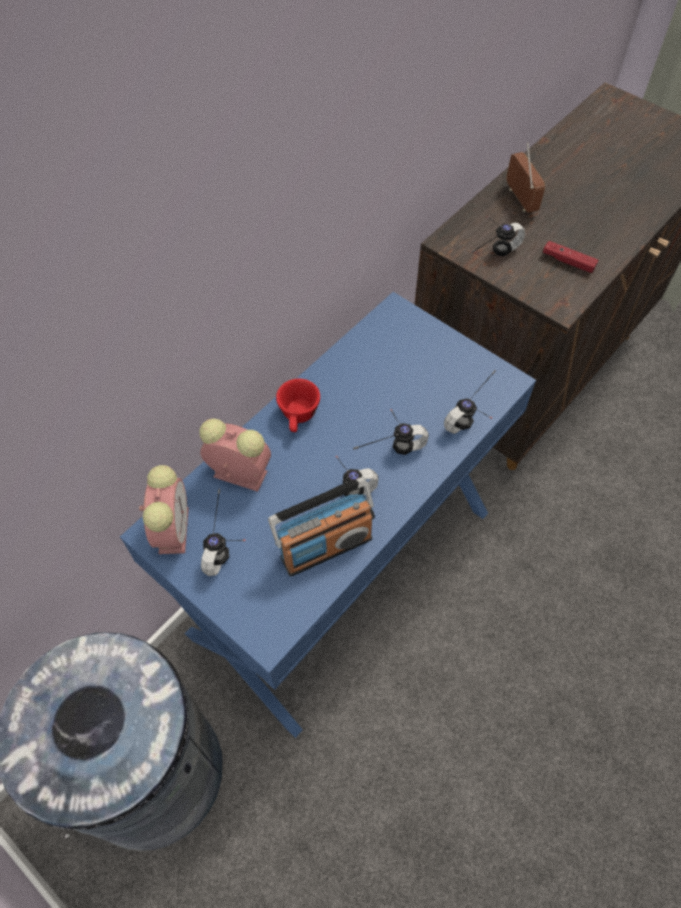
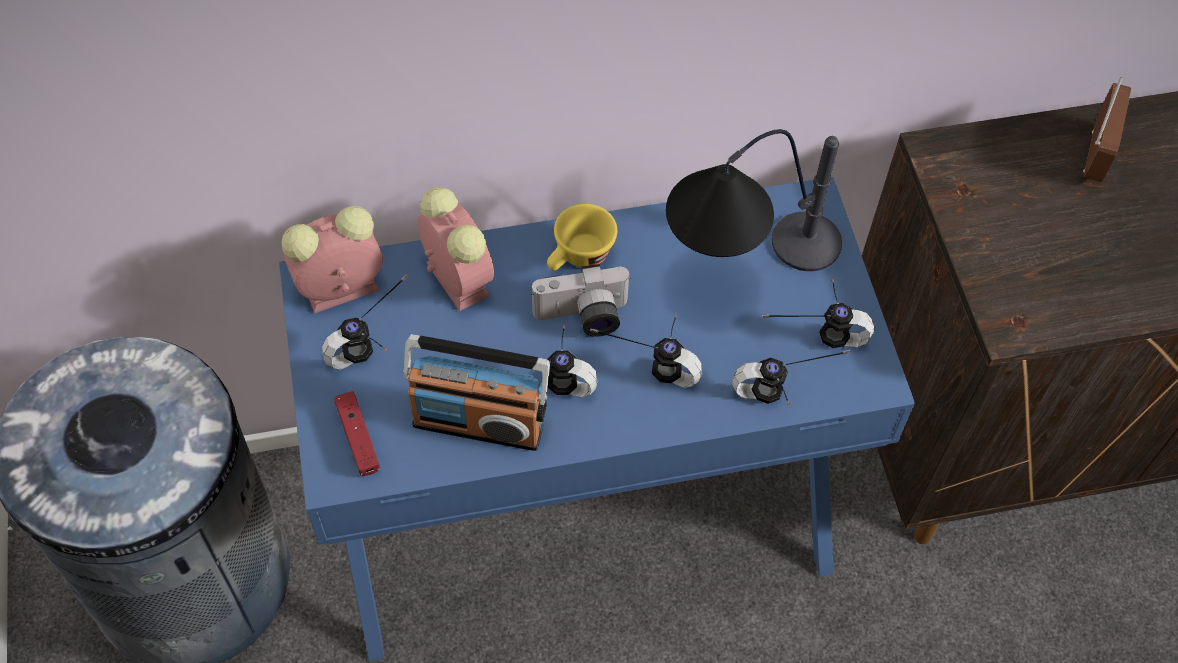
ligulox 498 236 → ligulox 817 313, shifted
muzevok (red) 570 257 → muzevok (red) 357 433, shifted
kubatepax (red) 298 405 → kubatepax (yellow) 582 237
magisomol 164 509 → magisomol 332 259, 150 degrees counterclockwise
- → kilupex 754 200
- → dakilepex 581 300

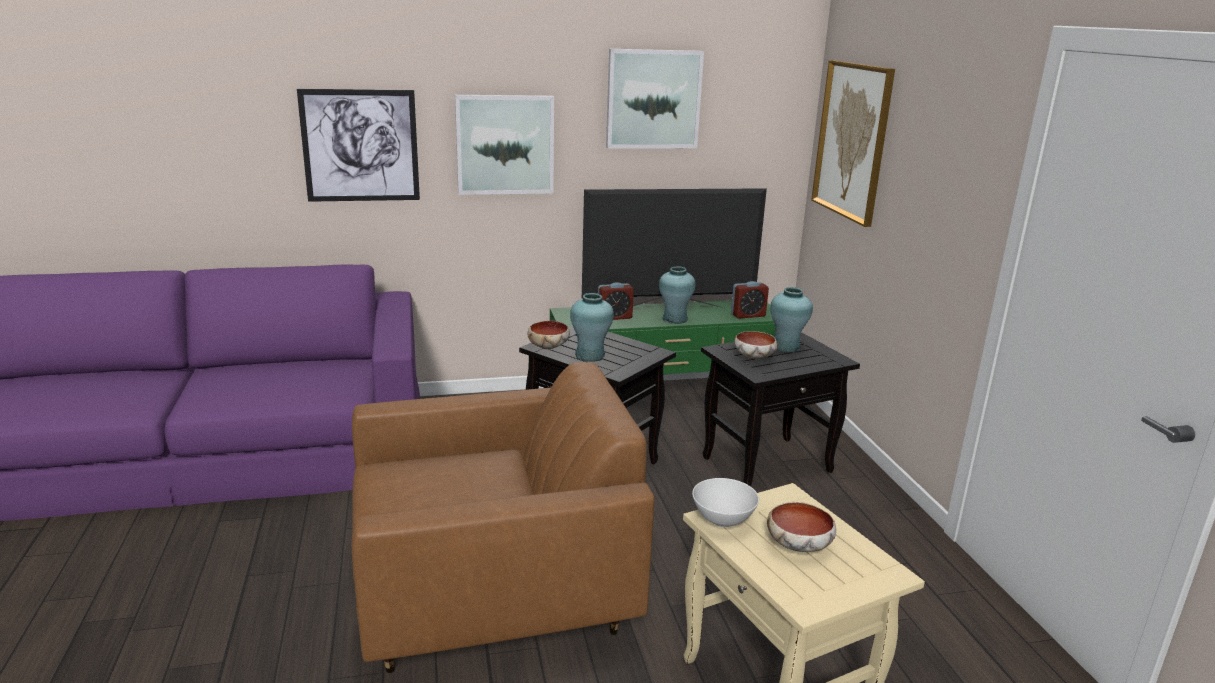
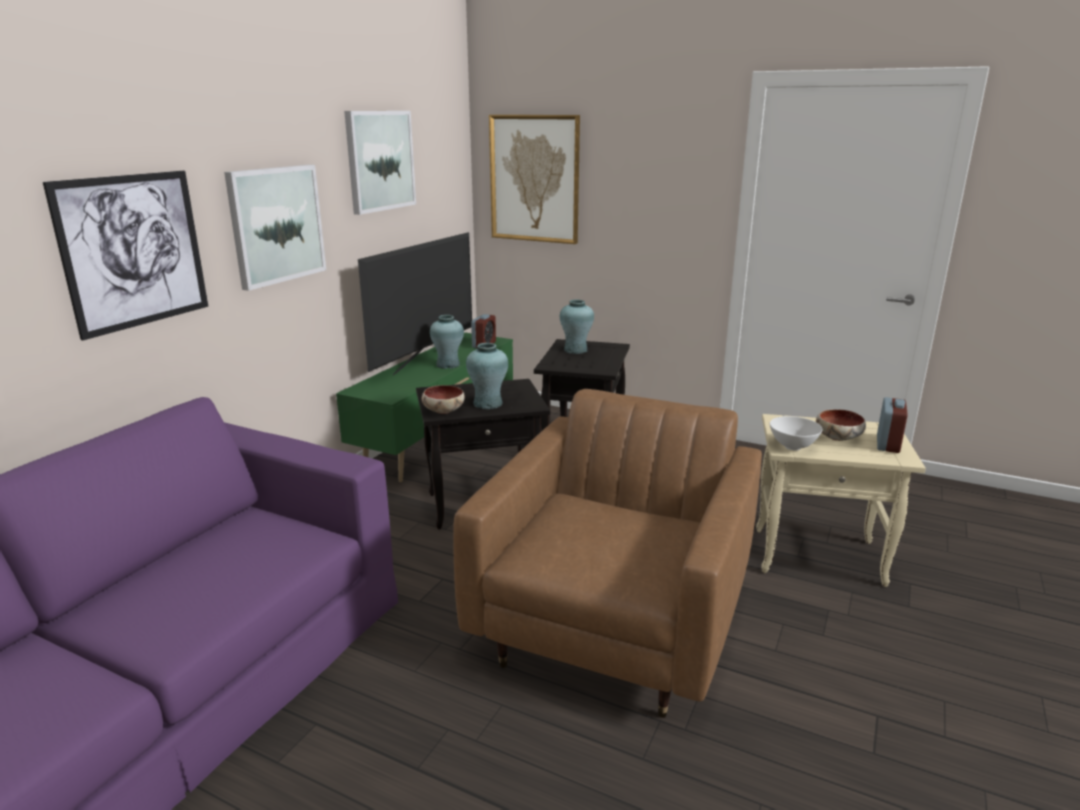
magisomol 616 301 → magisomol 892 425, shifted
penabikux 756 345 → -

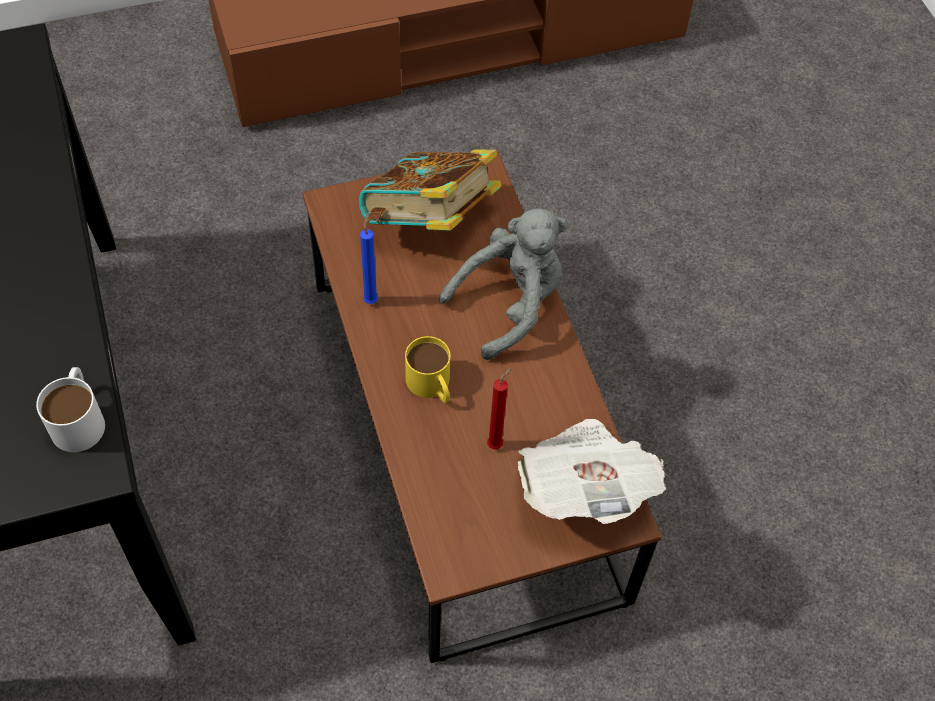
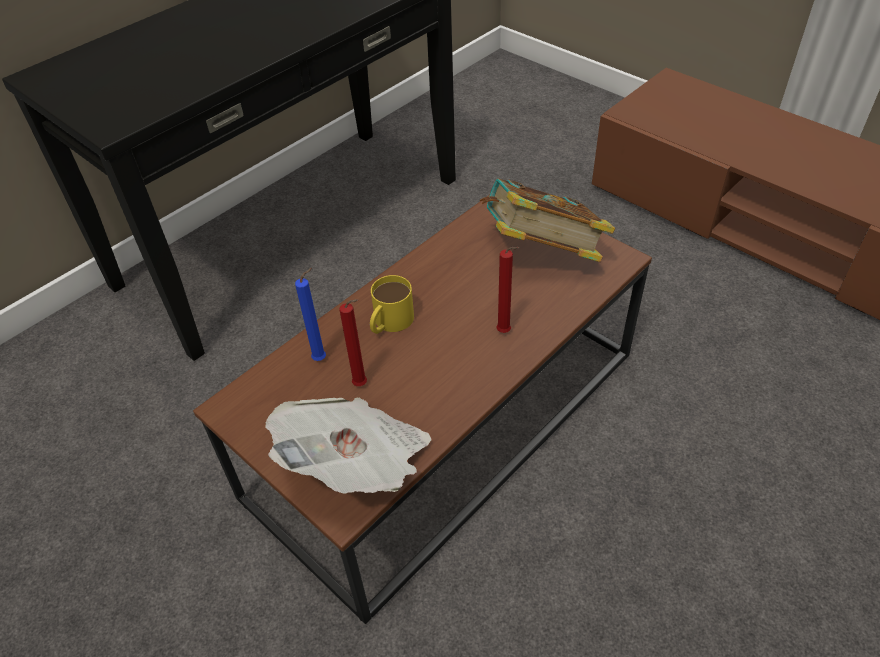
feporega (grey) 503 284 → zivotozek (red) 507 290
zivotozek (blue) 369 259 → zivotozek (blue) 310 314, shifted
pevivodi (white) 70 409 → -

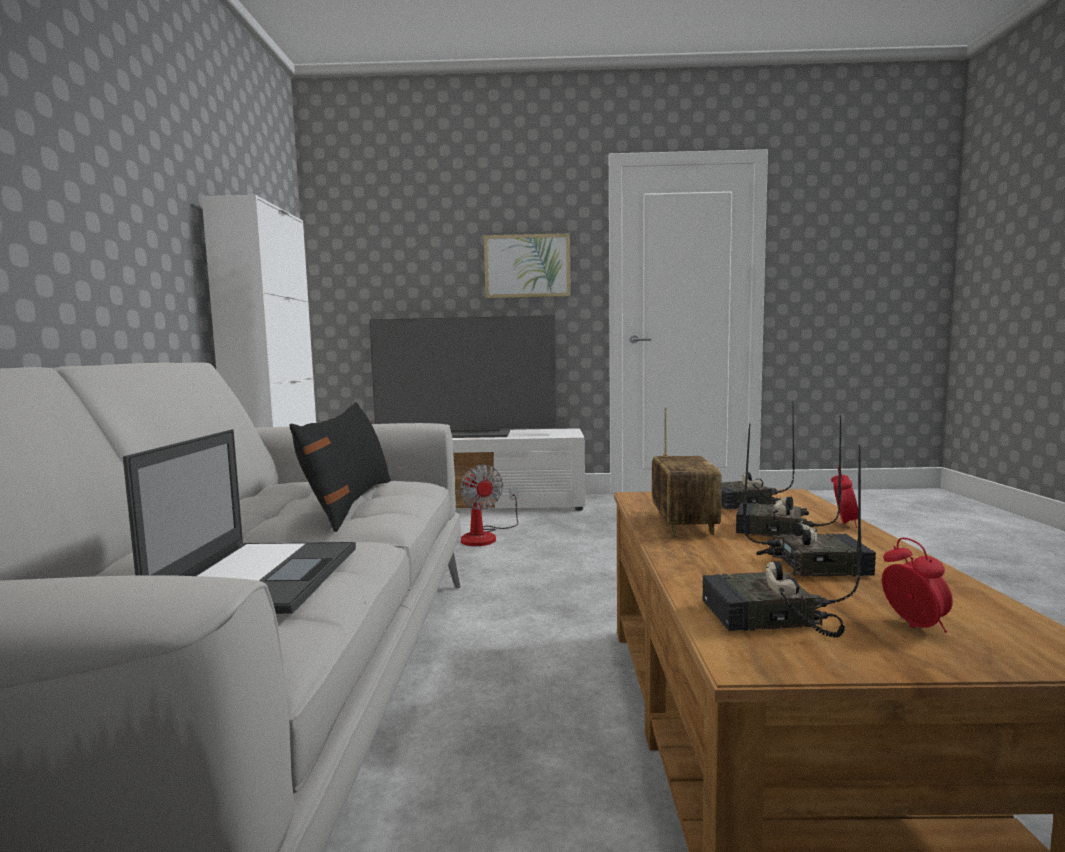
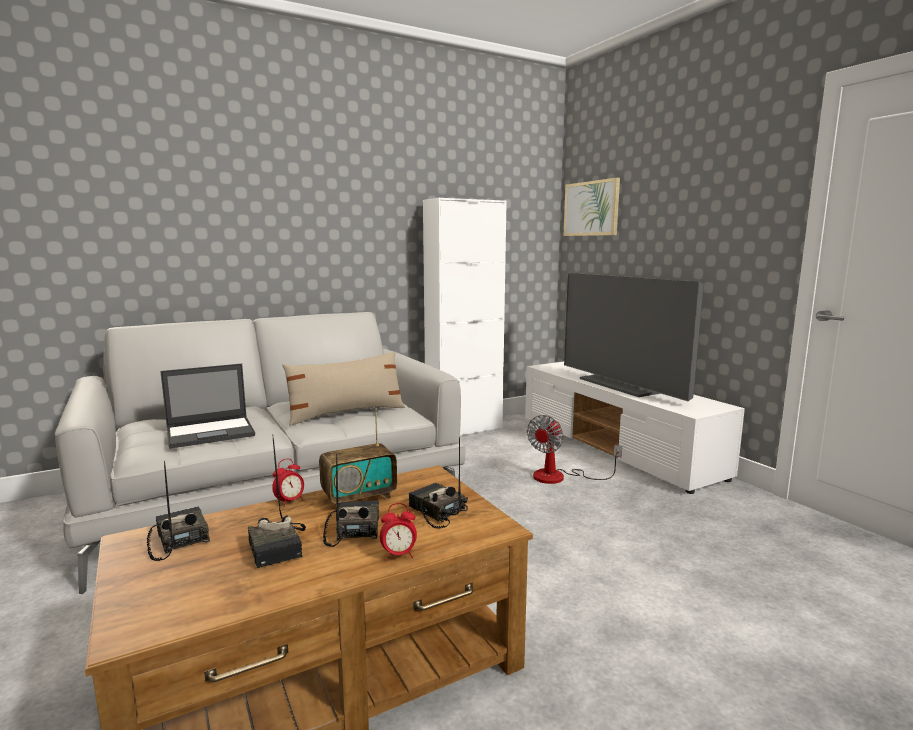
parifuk 527 265 → parifuk 591 207, shifted
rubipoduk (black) 340 467 → rubipoduk (beige) 343 389
magisomol 917 585 → magisomol 288 482, shifted

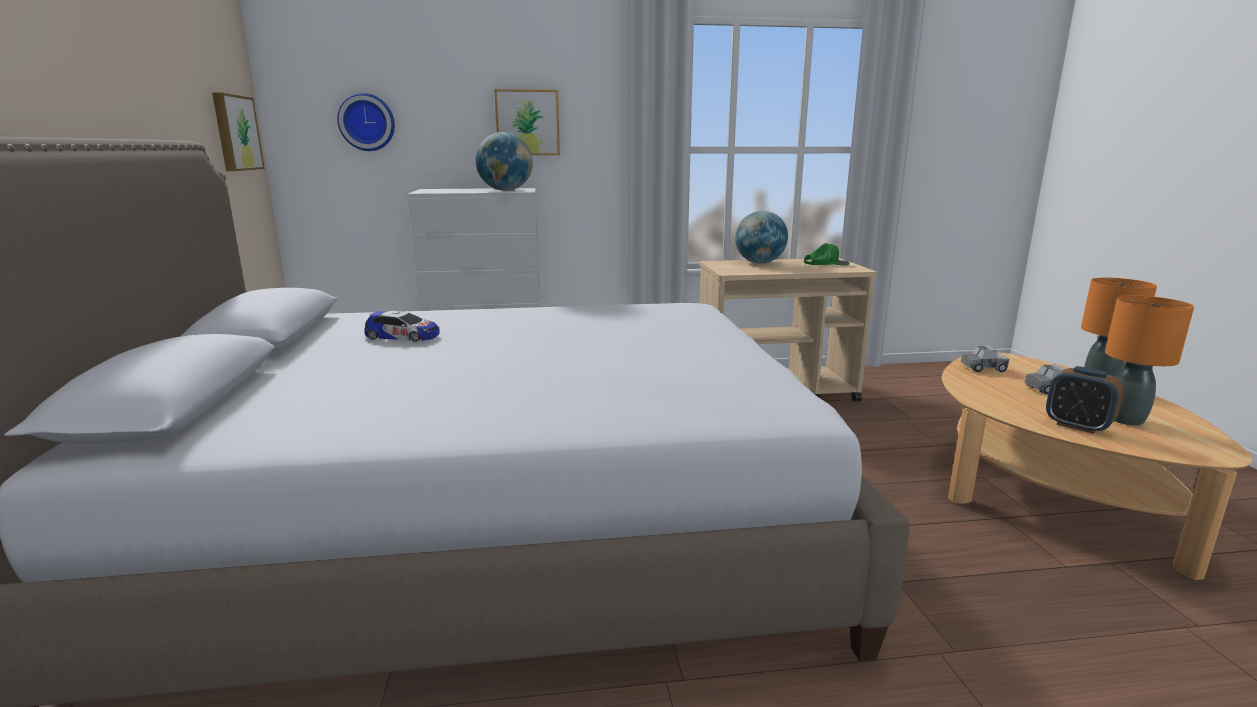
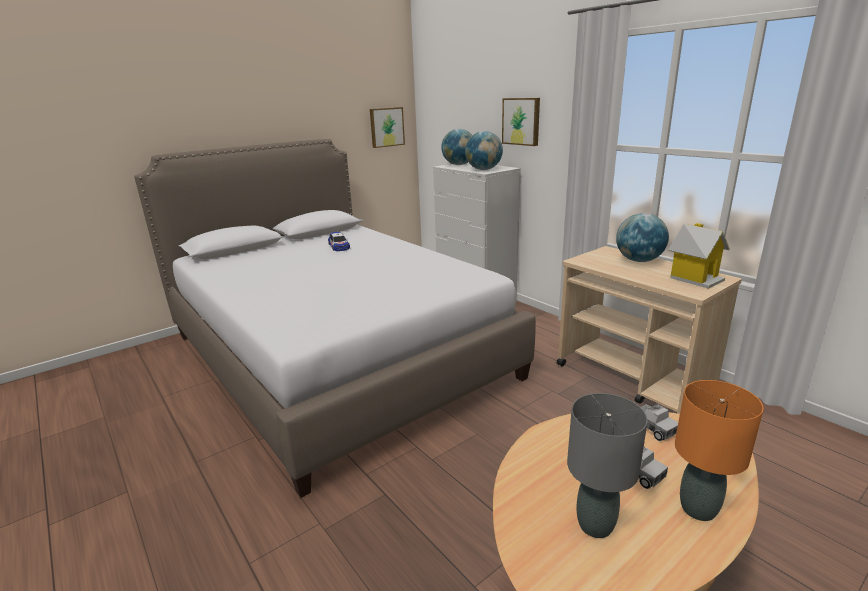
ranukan 366 122 → -
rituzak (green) 827 254 → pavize 699 256
kilupex (orange) 1149 360 → kilupex (grey) 607 465
magisomol 1085 400 → -
- → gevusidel 456 147

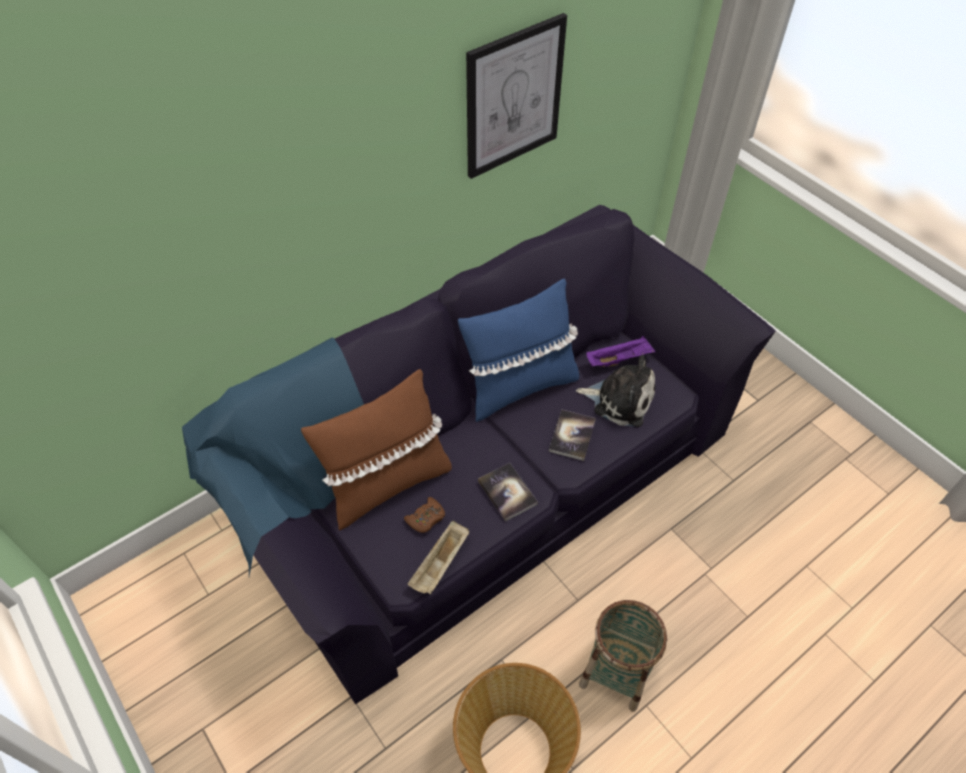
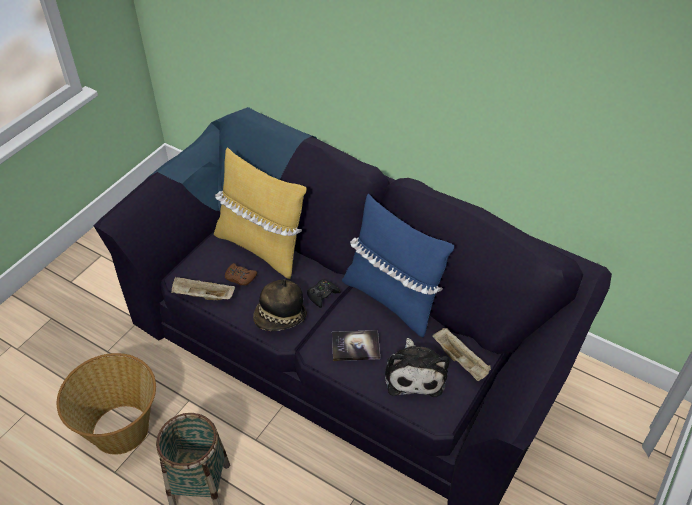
parifuk 516 96 → -
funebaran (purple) 621 351 → funebaran (beige) 461 354
rubipoduk (brown) 376 449 → rubipoduk (yellow) 260 213
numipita 508 492 → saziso 280 305
- → muzevok (black) 324 293

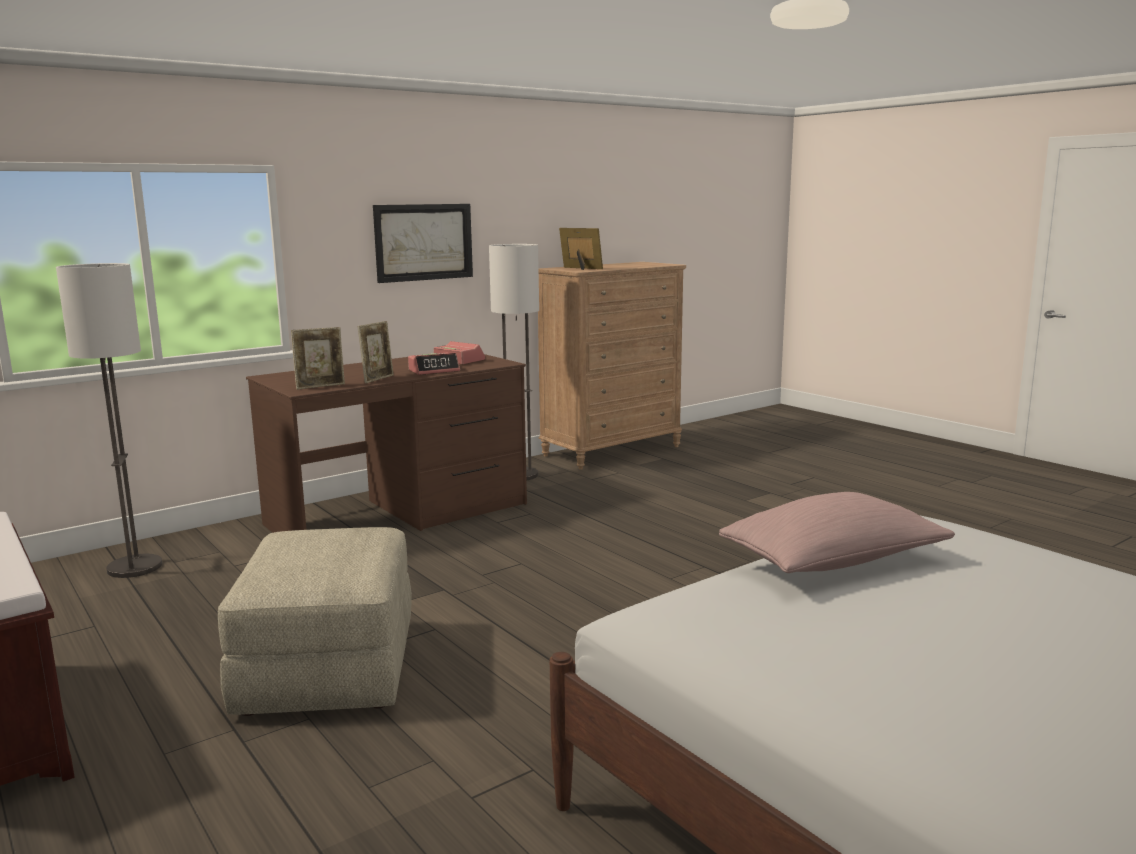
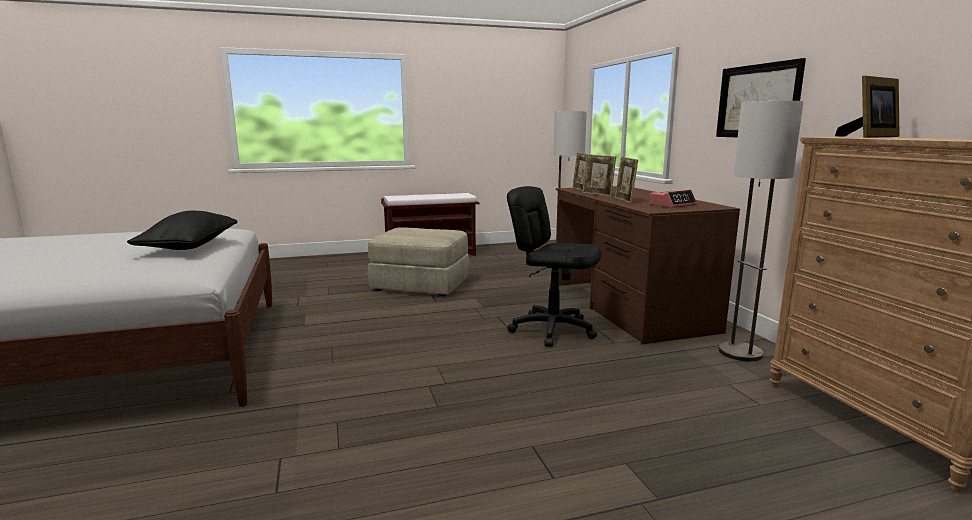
magisomol 434 364 → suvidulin 626 180
rubipoduk (pink) 837 532 → rubipoduk (black) 182 230
- → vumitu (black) 554 266

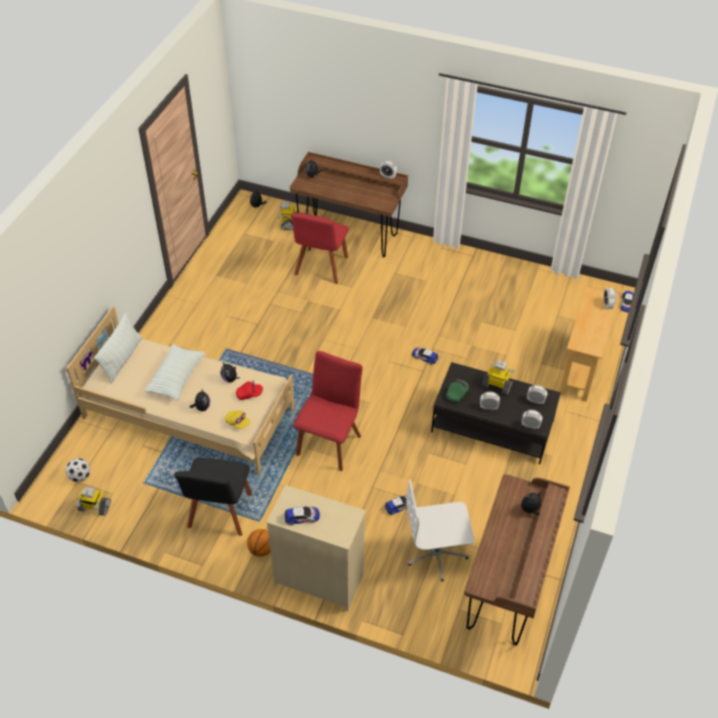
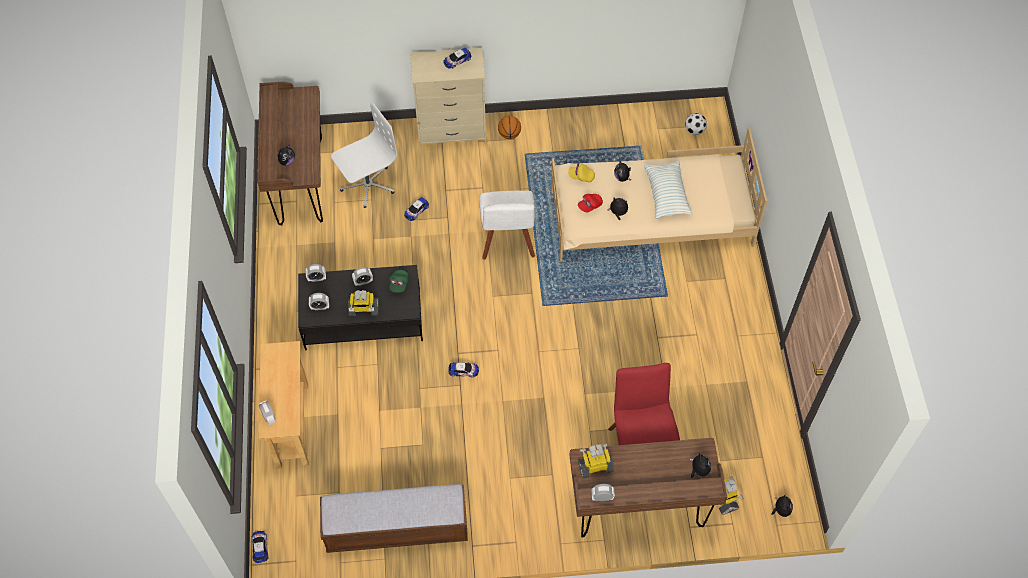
rubipoduk 118 348 → -
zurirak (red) 328 411 → zurirak (white) 507 225
zurirak (black) 213 497 → -
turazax 93 501 → turazax 596 461, shifted
- → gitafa 394 518

